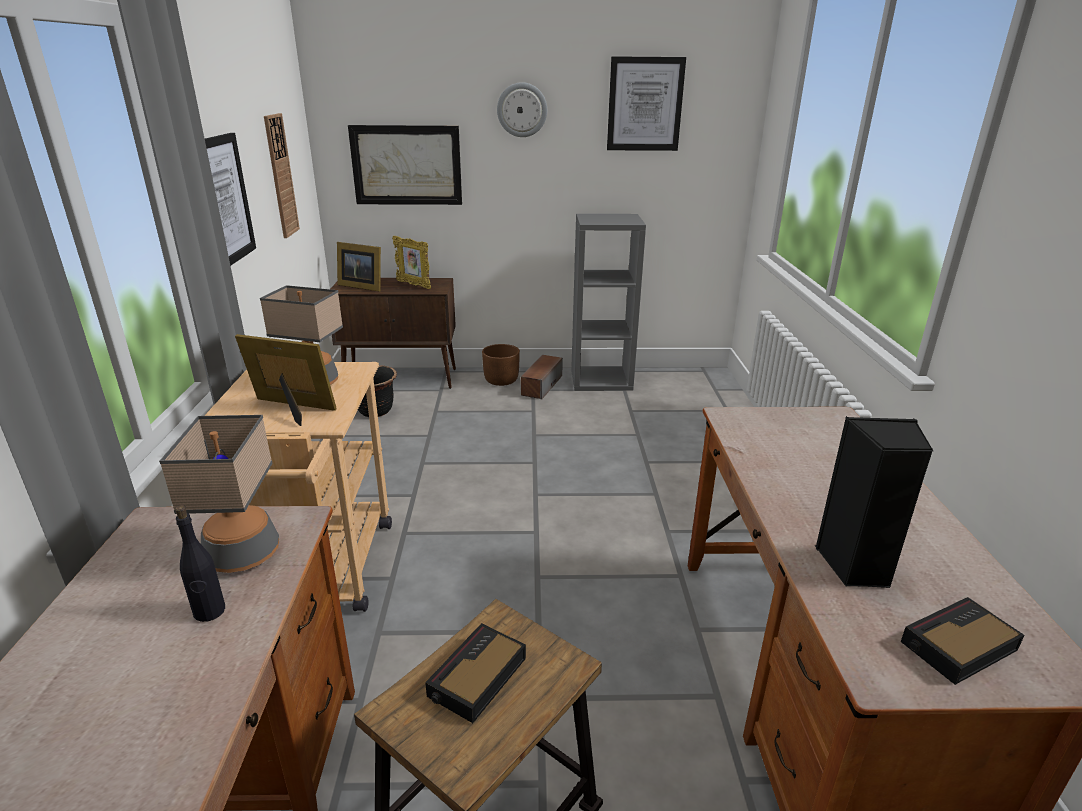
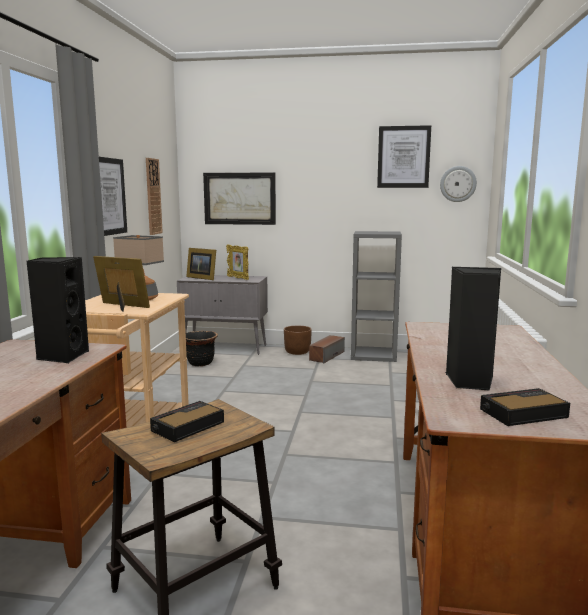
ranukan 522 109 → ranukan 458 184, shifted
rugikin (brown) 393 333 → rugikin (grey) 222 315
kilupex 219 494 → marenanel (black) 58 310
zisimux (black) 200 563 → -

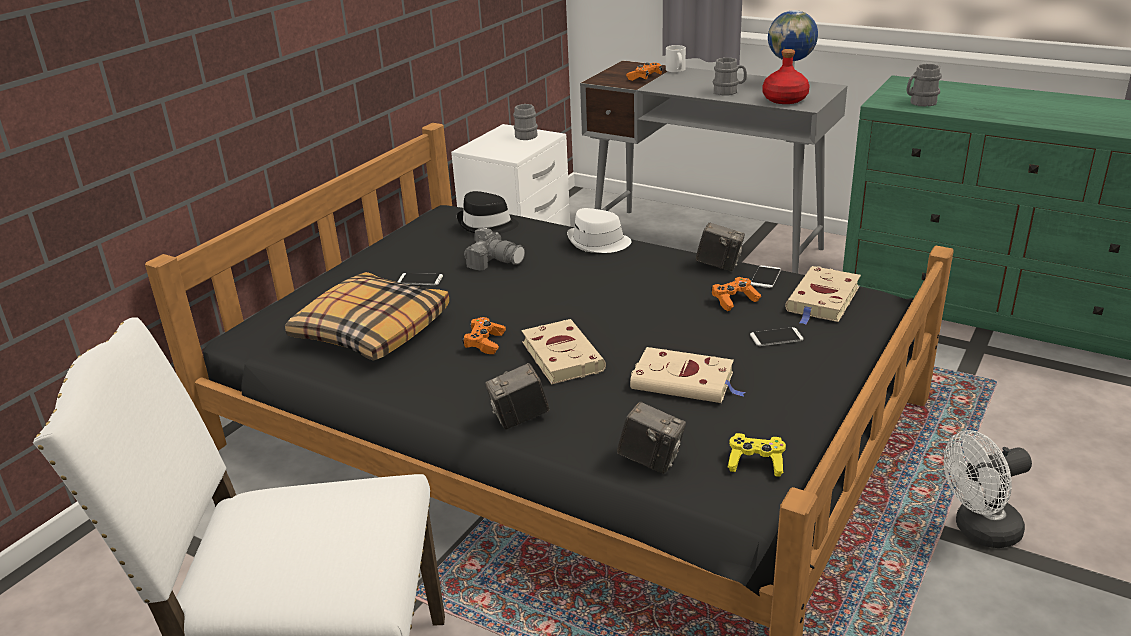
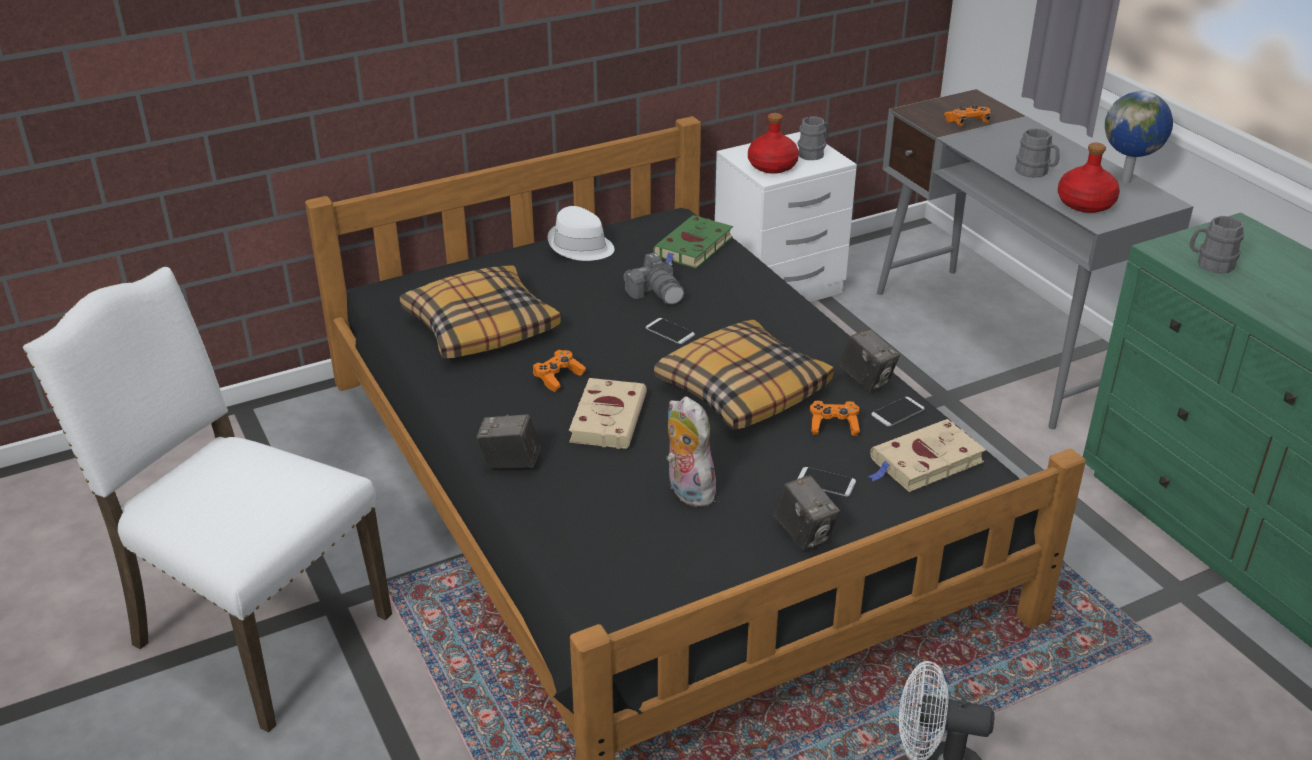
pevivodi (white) 676 58 → -
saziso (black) 488 212 → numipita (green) 693 242
saziso (white) 599 230 → saziso (white) 581 233, shifted
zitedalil 420 279 → zitedalil 670 331, shifted
numipita (beige) 688 375 → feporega 693 451
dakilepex 651 438 → dakilepex 807 512, shifted
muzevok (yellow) 757 455 → -
- → zisimux (red) 773 143
- → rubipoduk 743 374

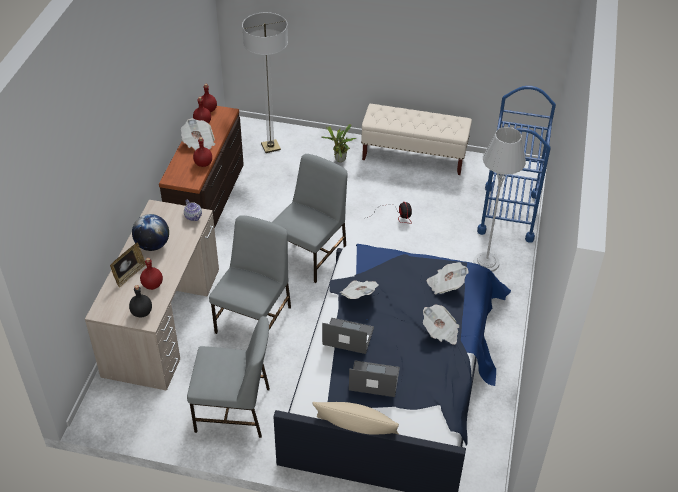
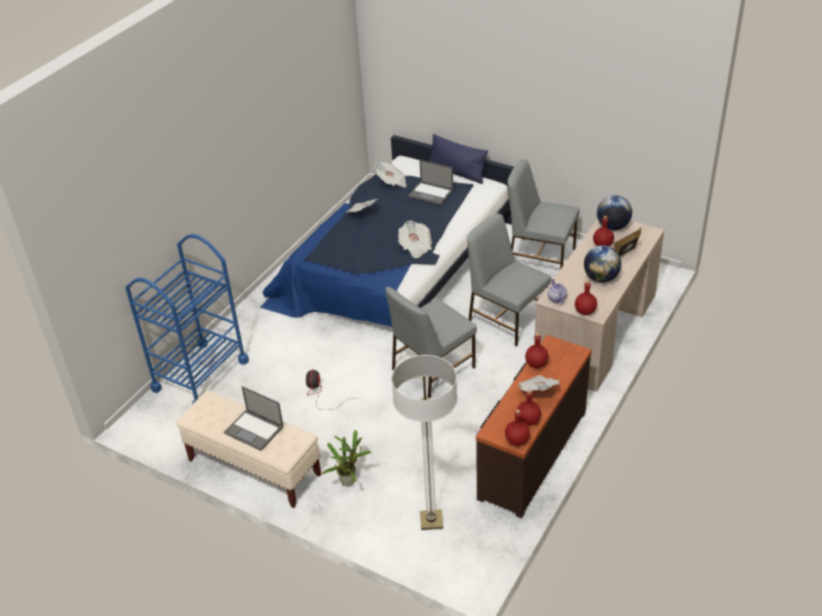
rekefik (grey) 500 199 → -
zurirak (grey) 250 274 → zurirak (grey) 509 280, 90 degrees clockwise
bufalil 448 278 → bufalil 390 174, shifted
zisimux (black) 140 301 → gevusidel 614 212
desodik 348 336 → desodik 254 418, shifted
rubipoduk (beige) 356 418 → rubipoduk (blue) 459 159
- → zisimux (red) 586 298

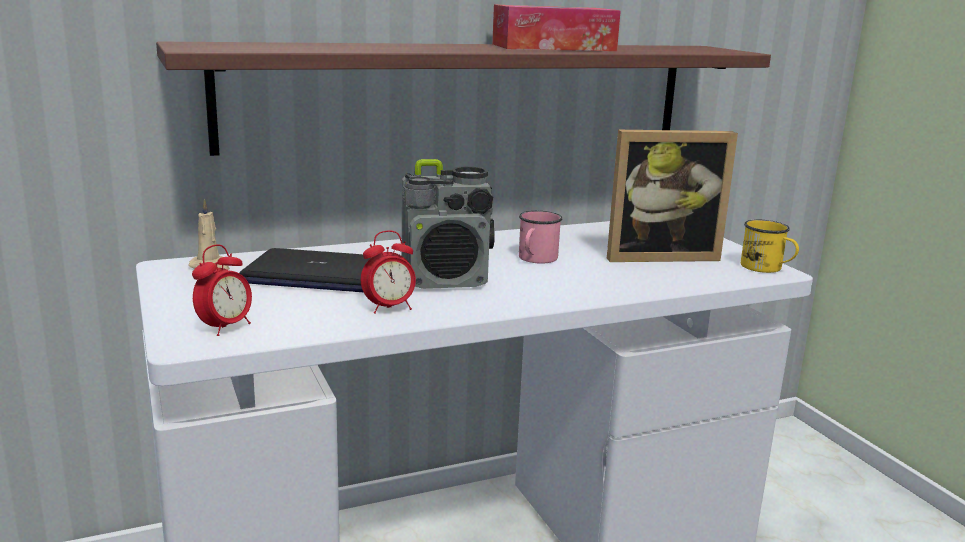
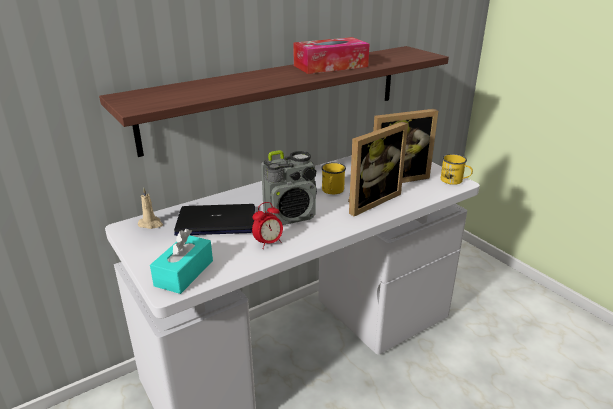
pevivodi (pink) 541 237 → pevivodi (yellow) 333 178
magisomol 222 290 → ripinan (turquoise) 181 261
- → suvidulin 378 169

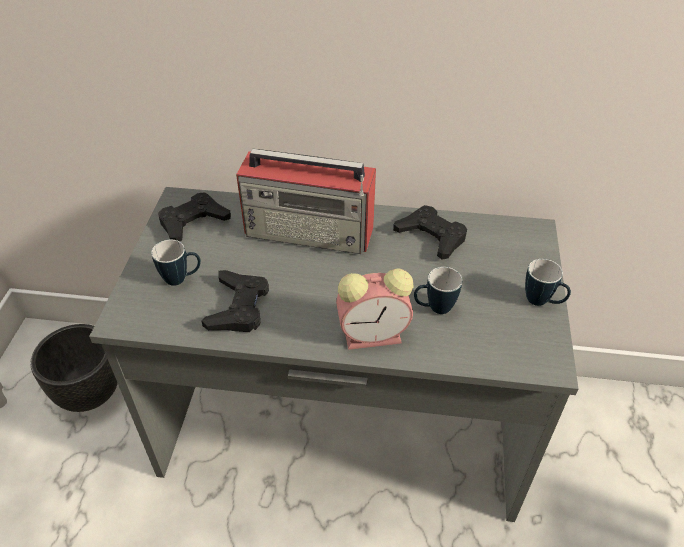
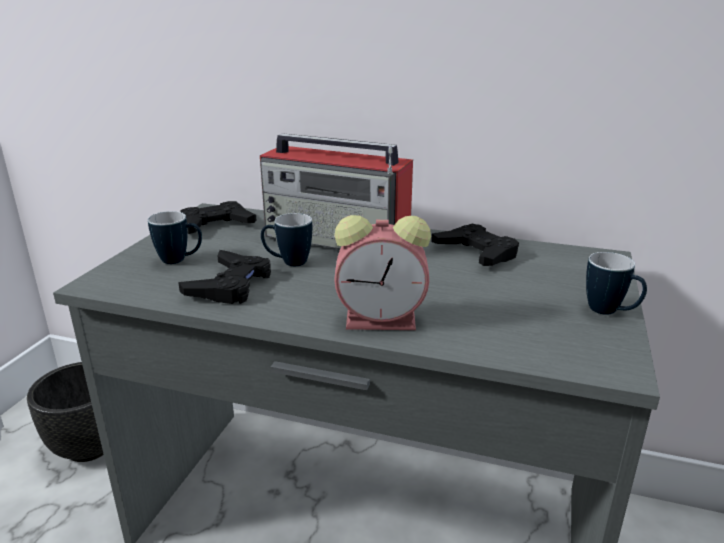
pevivodi 438 290 → pevivodi 286 239, shifted

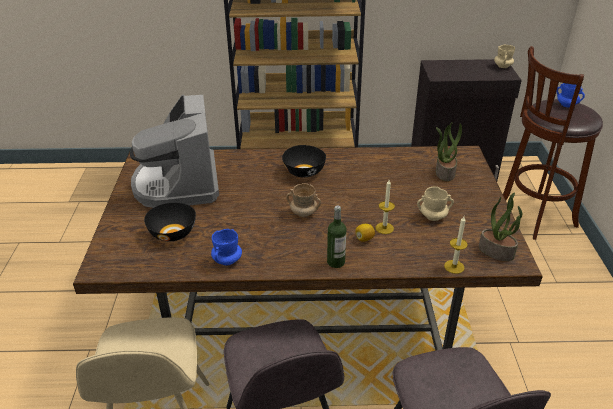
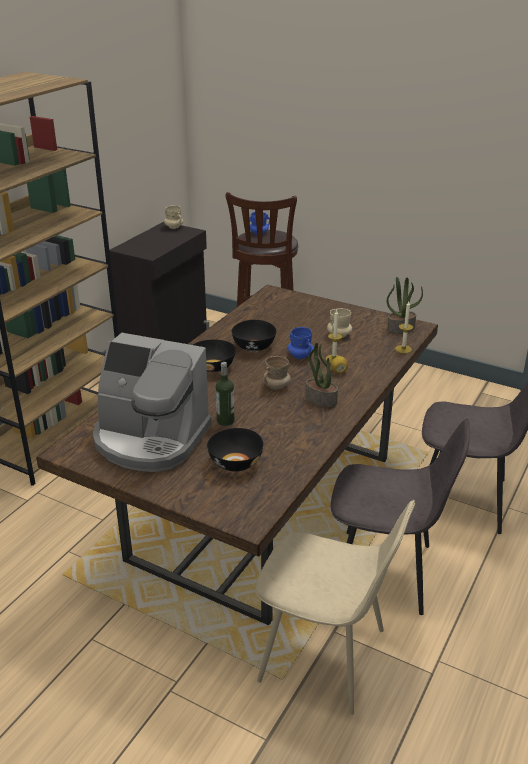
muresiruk 449 151 → muresiruk 321 375, shifted
zisimux 336 236 → zisimux 225 394, shifted
pevivodi (blue) 226 247 → pevivodi (blue) 301 343, shifted
- → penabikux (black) 253 335

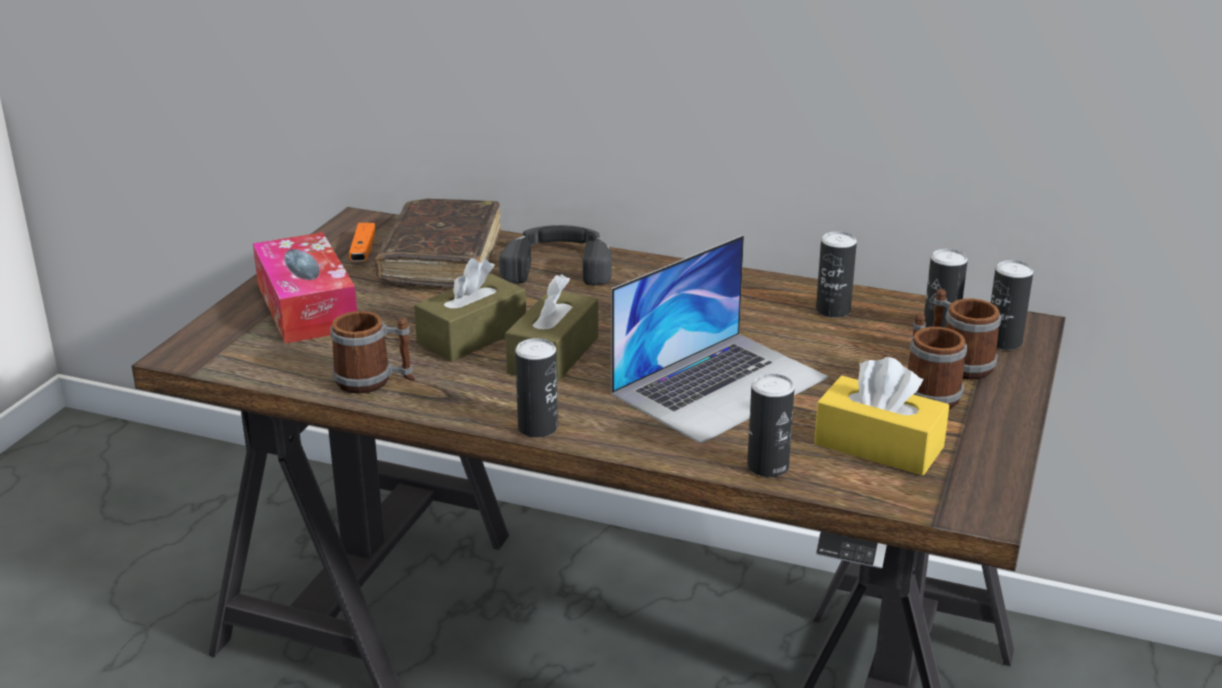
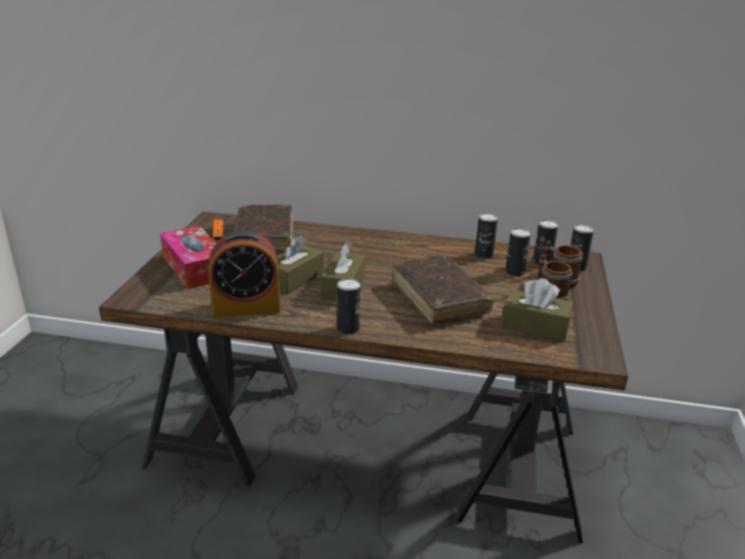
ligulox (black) 555 255 → -
desodik 719 339 → numipita (brown) 442 290
pevivodi 372 352 → magisomol 244 274
ripinan (yellow) 881 416 → ripinan (brown) 537 309
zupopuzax 771 425 → zupopuzax 517 252, shifted

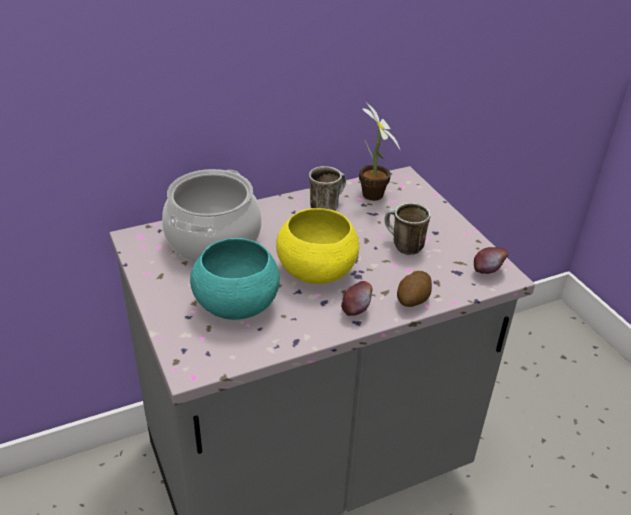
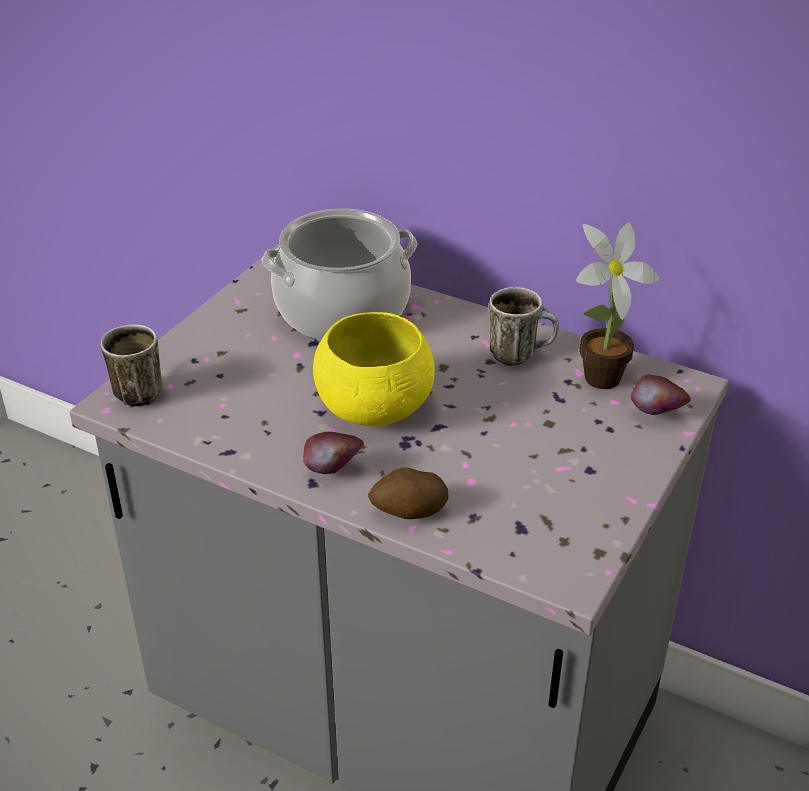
pevivodi 407 229 → pevivodi 131 365, shifted
penabikux (turquoise) 235 279 → -
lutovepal 491 260 → lutovepal 661 395, shifted

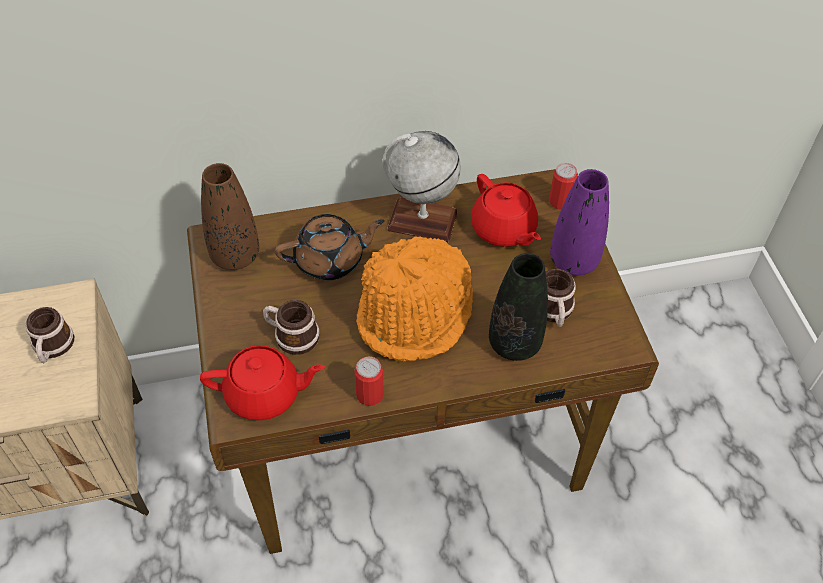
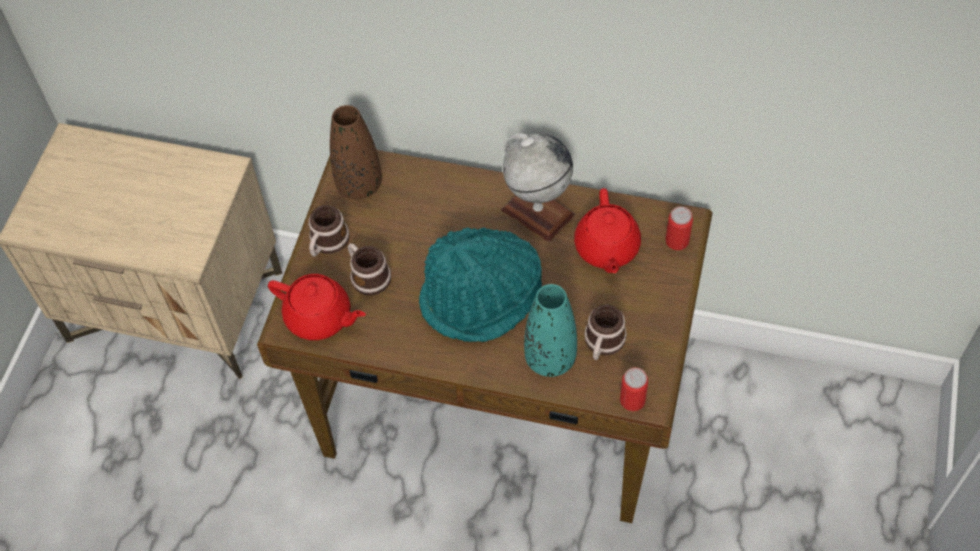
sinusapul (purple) 579 222 → -
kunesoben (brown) 330 247 → -
saziso (orange) 414 298 → saziso (turquoise) 480 284
sinusapul (black) 518 307 → sinusapul (turquoise) 550 330
pevivodi 50 335 → pevivodi 329 231, shifted
zupopuzax 369 381 → zupopuzax 634 389, shifted

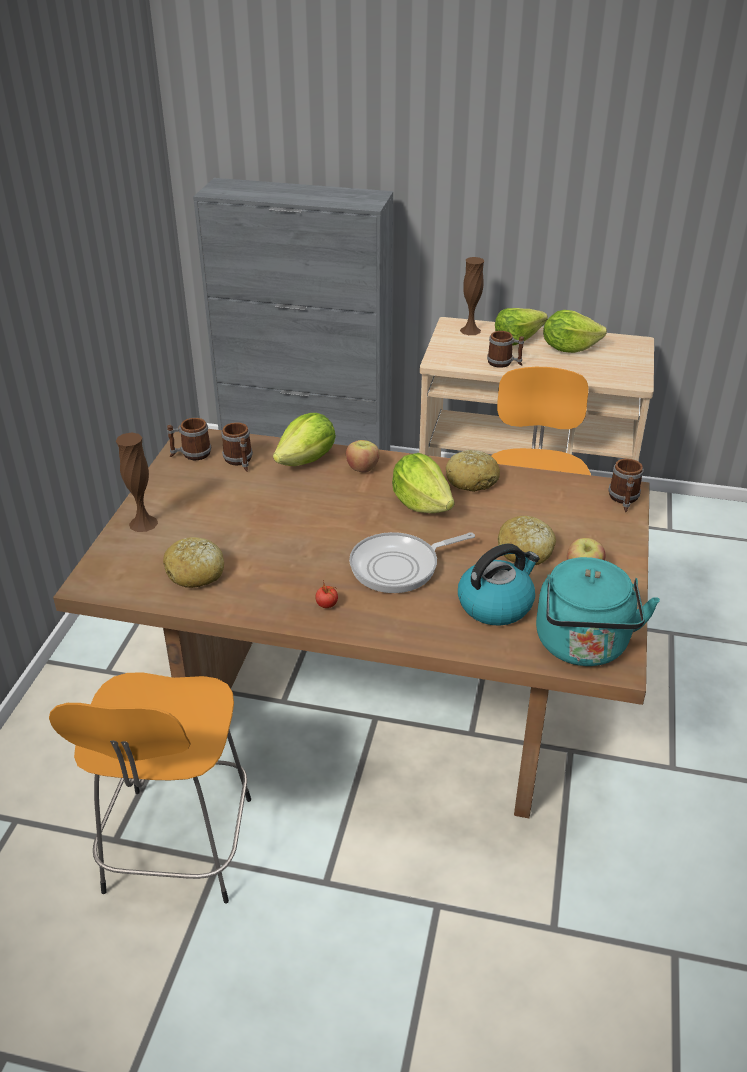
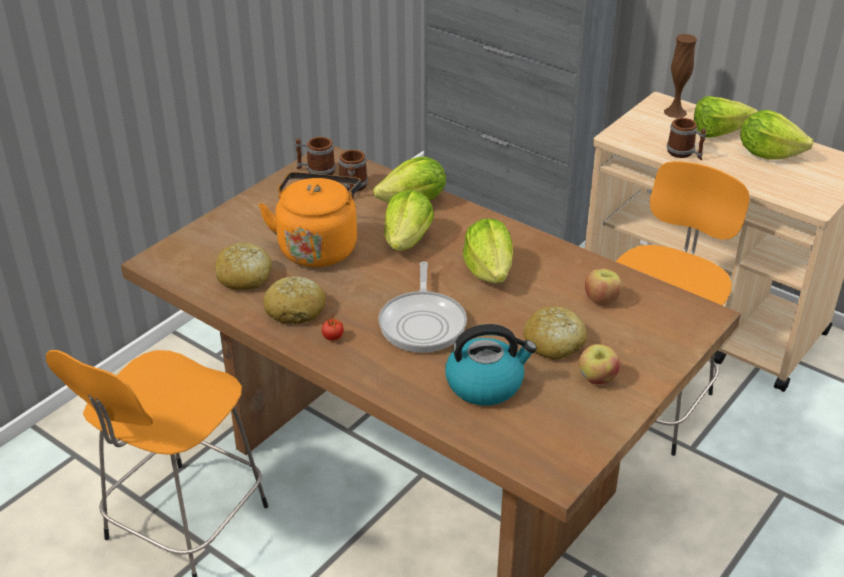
sinusapul (brown) 137 482 → -
lutovepal 363 456 → lutovepal 604 287, shifted
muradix 473 471 → muradix 294 300, shifted
pevivodi 626 485 → -
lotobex 412 562 → lotobex 422 307, 90 degrees counterclockwise
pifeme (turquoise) 598 611 → -
- → pifeme (orange) 310 219
- → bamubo 409 220

